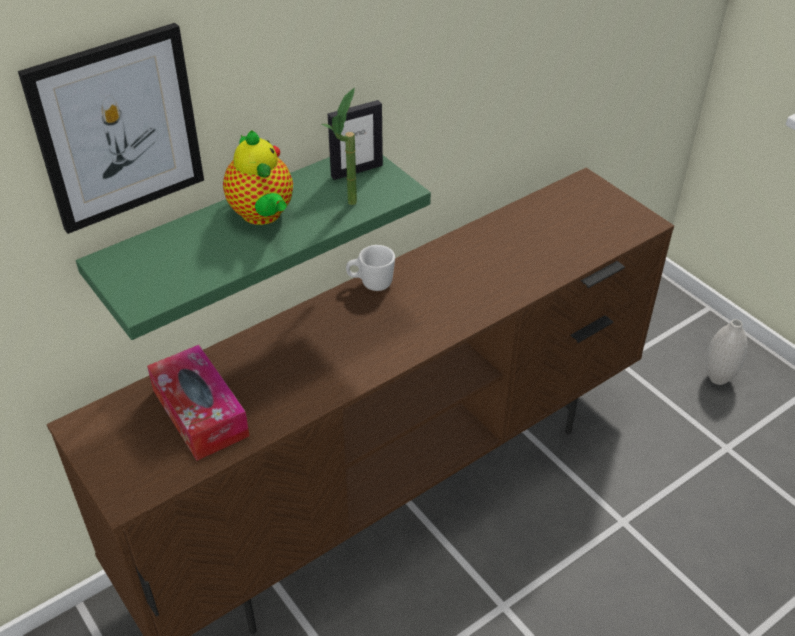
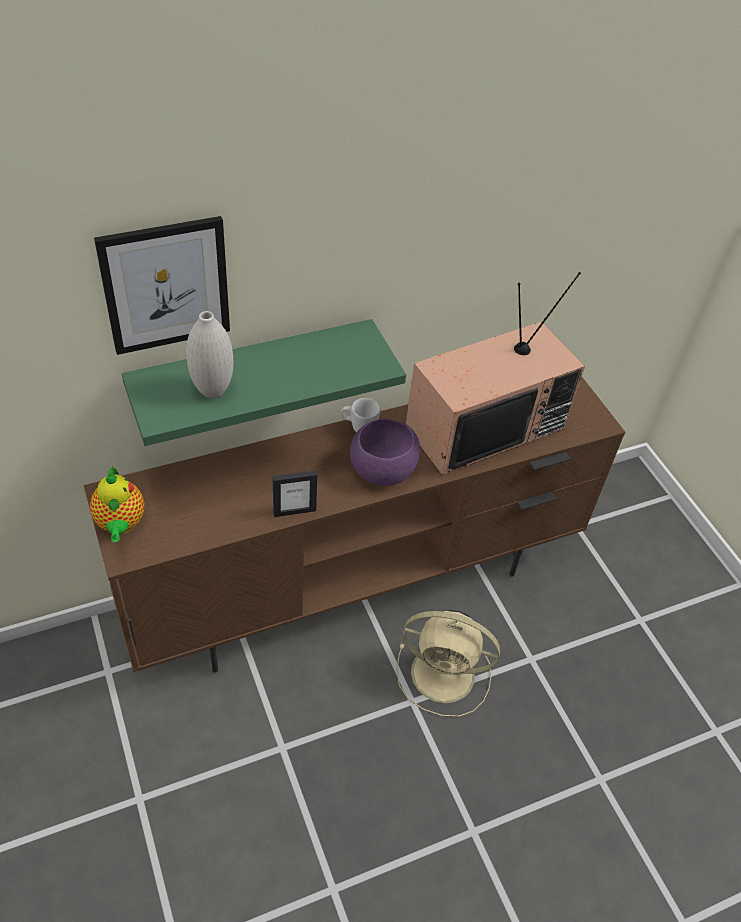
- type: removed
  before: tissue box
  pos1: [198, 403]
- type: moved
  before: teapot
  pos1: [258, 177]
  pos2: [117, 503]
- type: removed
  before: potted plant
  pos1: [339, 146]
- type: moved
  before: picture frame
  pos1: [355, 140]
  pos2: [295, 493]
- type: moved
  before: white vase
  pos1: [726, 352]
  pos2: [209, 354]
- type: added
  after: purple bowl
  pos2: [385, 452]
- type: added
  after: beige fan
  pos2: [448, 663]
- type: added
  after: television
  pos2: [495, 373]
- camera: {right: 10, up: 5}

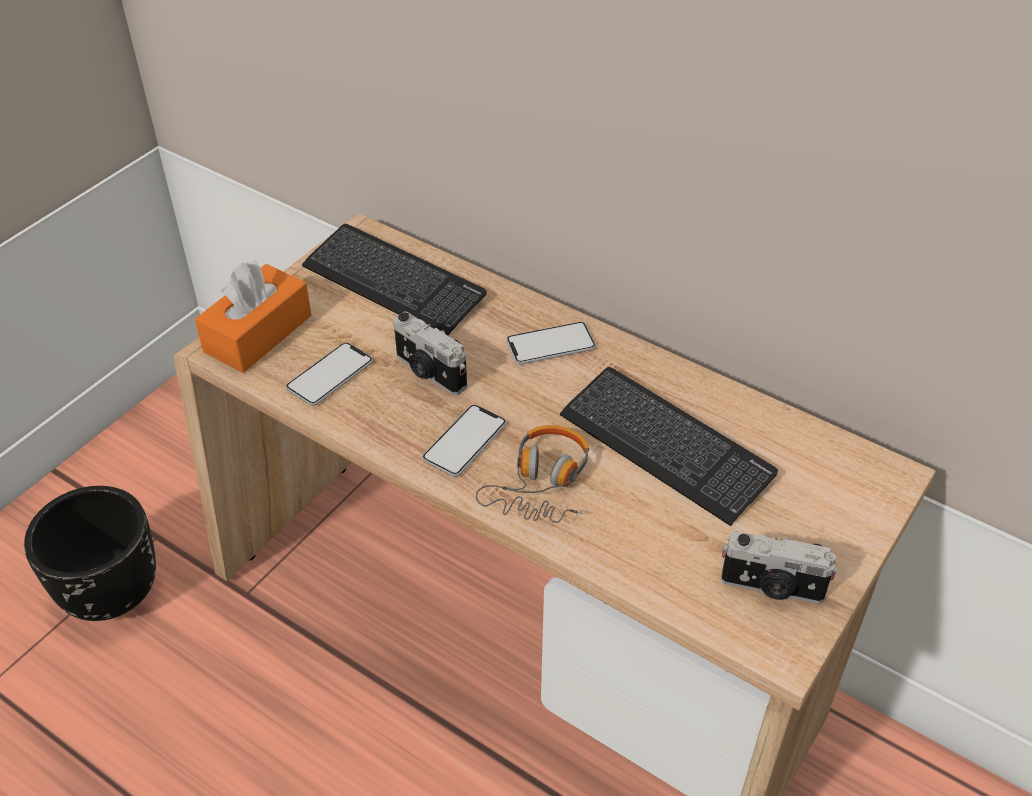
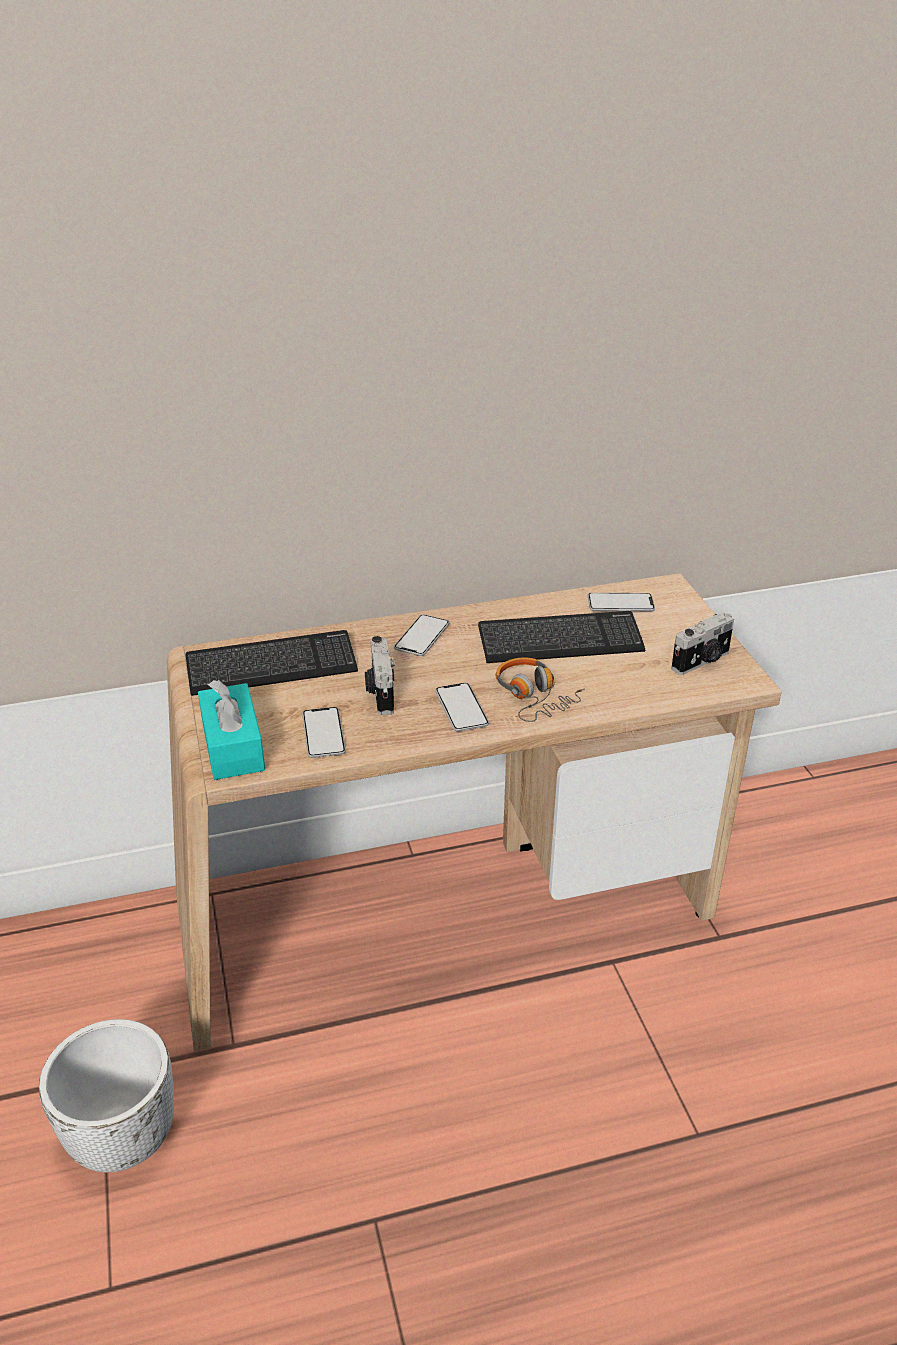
- type: recoloured
  before: black planter
  after: white planter
  pos1: [90, 553]
  pos2: [106, 1095]
- type: recoloured
  before: orange tissue box
  after: turquoise tissue box
  pos1: [253, 316]
  pos2: [231, 730]
- type: turned
  before: photo camera
  pos1: [430, 353]
  pos2: [380, 675]
  turn: 90
- type: added
  after: phone
  pos2: [621, 602]
- camera: {right: -50, up: -10}

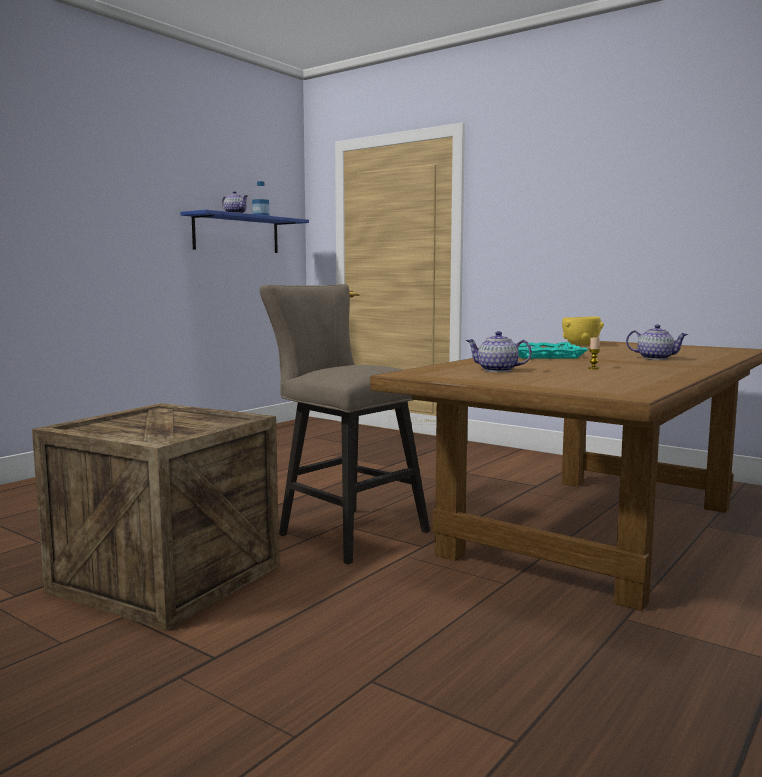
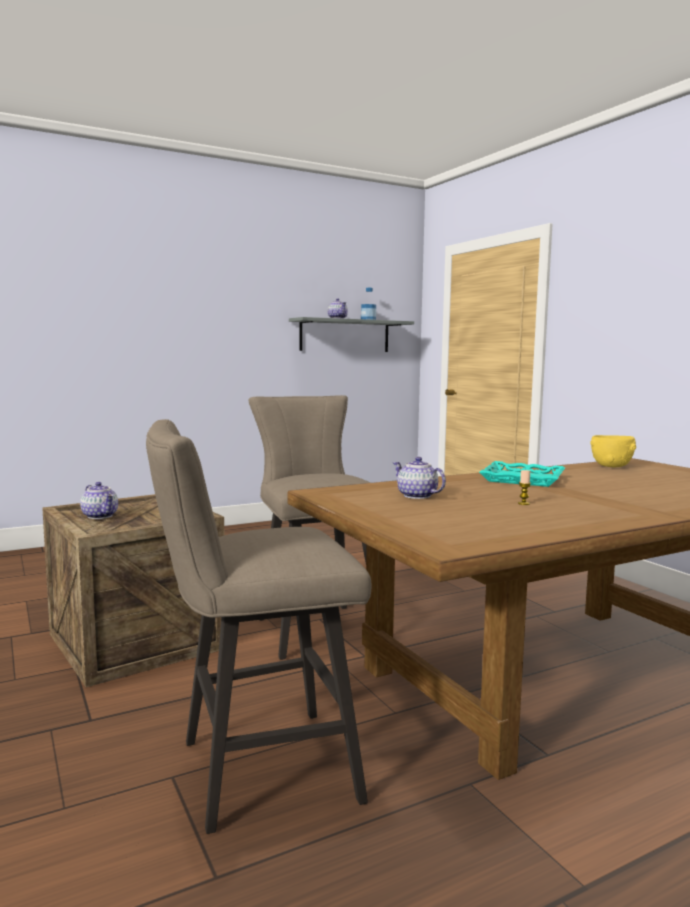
- type: recoloured
  before: blue shelf
  after: grey shelf
  pos1: [244, 231]
  pos2: [351, 334]
- type: moved
  before: teapot
  pos1: [657, 342]
  pos2: [99, 500]
- type: added
  after: beige stool
  pos2: [258, 626]
- camera: {right: 25, up: 0}

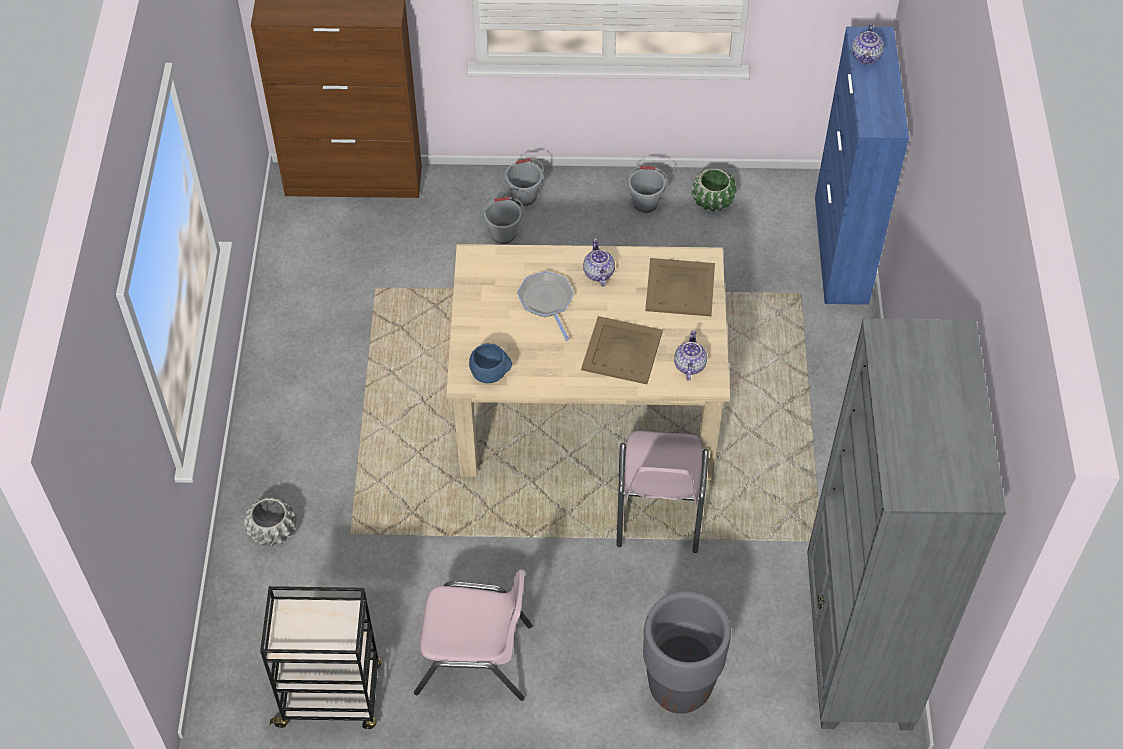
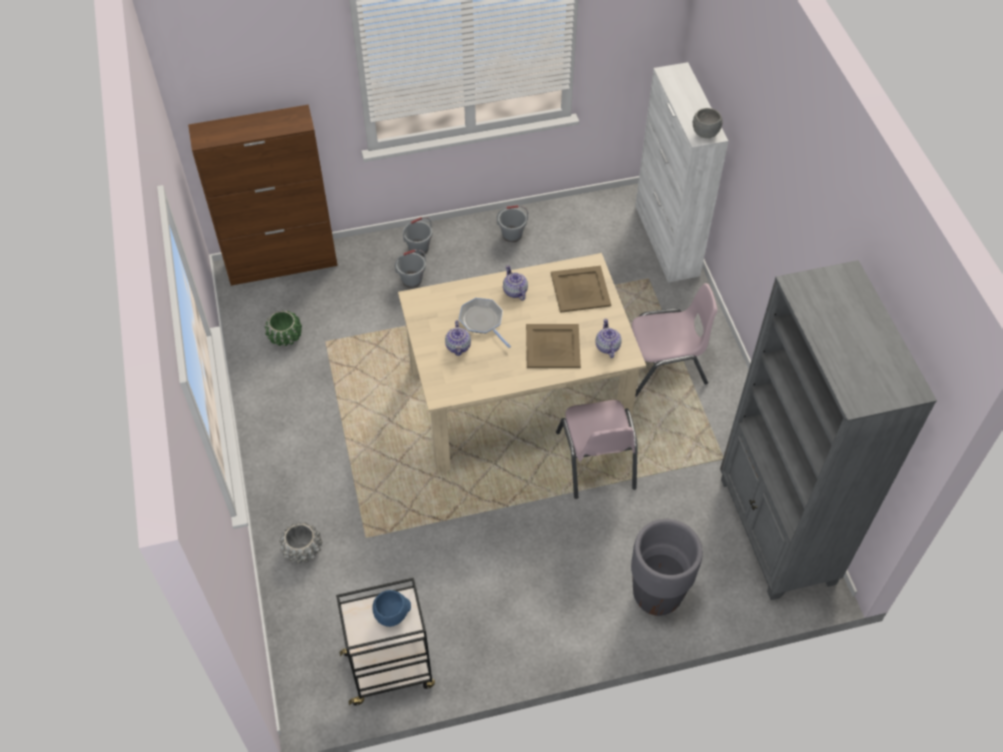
- type: moved
  before: pink chair
  pos1: [473, 635]
  pos2: [674, 340]
- type: moved
  before: blue bowl
  pos1: [490, 363]
  pos2: [391, 608]
- type: moved
  before: green planter
  pos1: [714, 189]
  pos2: [283, 328]
- type: recoloured
  before: blue cabinet
  after: white cabinet
  pos1: [862, 166]
  pos2: [681, 172]
- type: moved
  before: teapot
  pos1: [868, 44]
  pos2: [458, 338]
- type: added
  after: grey bowl
  pos2: [708, 123]
- camera: {right: -15, up: 0}

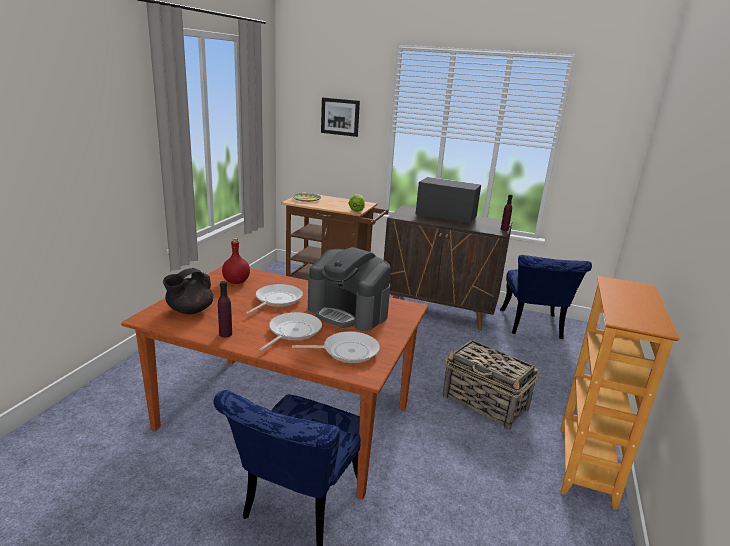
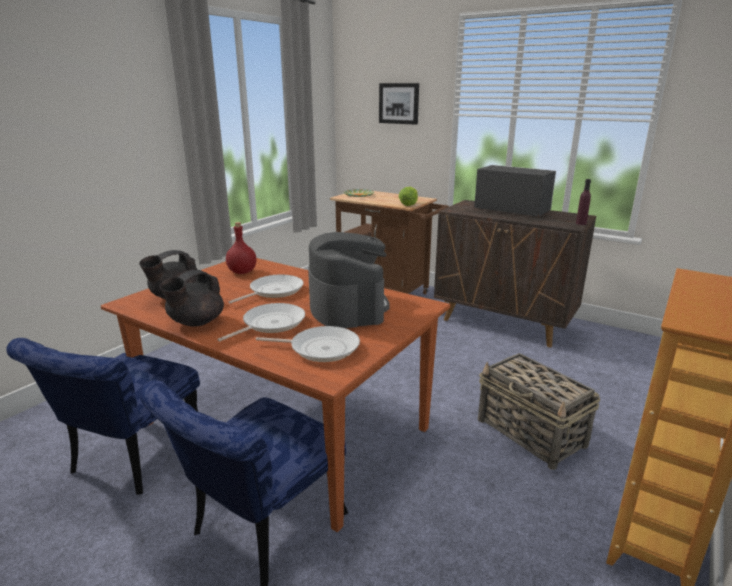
- type: replaced
  before: purple bottle
  after: black teapot
  pos1: [225, 309]
  pos2: [191, 298]
- type: turned
  before: coffee machine
  pos1: [349, 289]
  pos2: [349, 280]
  turn: -150
- type: moved
  before: blue chair
  pos1: [546, 297]
  pos2: [103, 416]
- camera: {right: 15, up: 0}

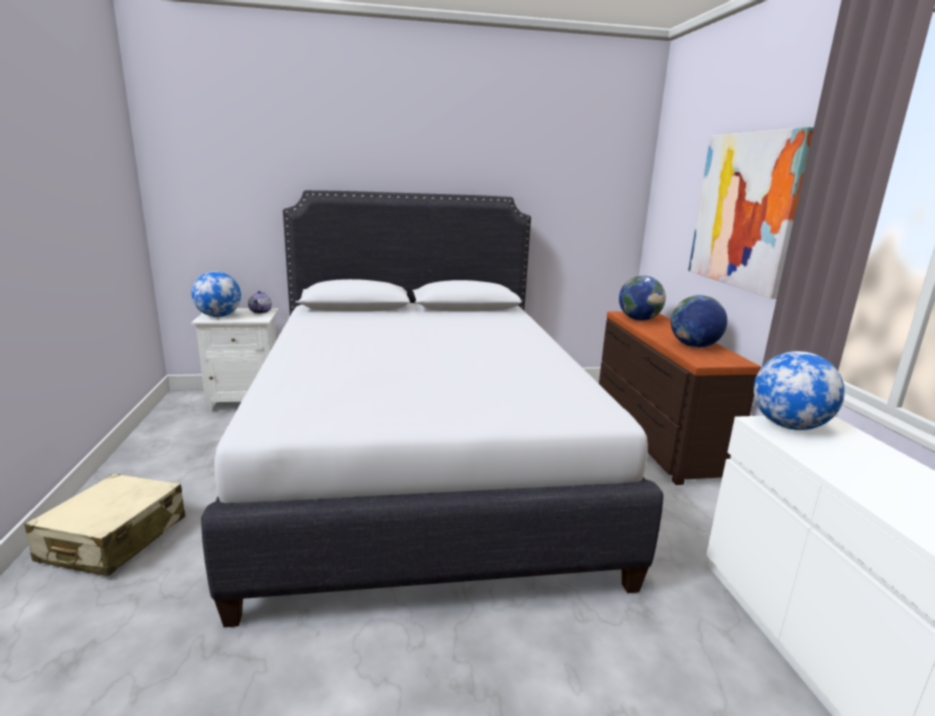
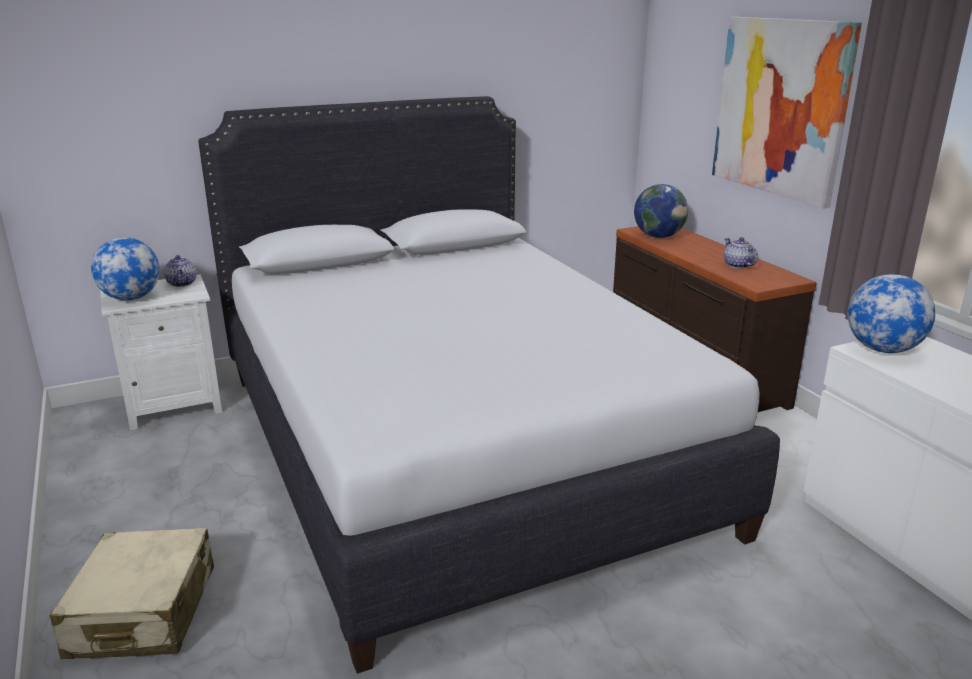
- type: replaced
  before: globe
  after: teapot
  pos1: [699, 321]
  pos2: [741, 253]
- camera: {right: -15, up: 5}

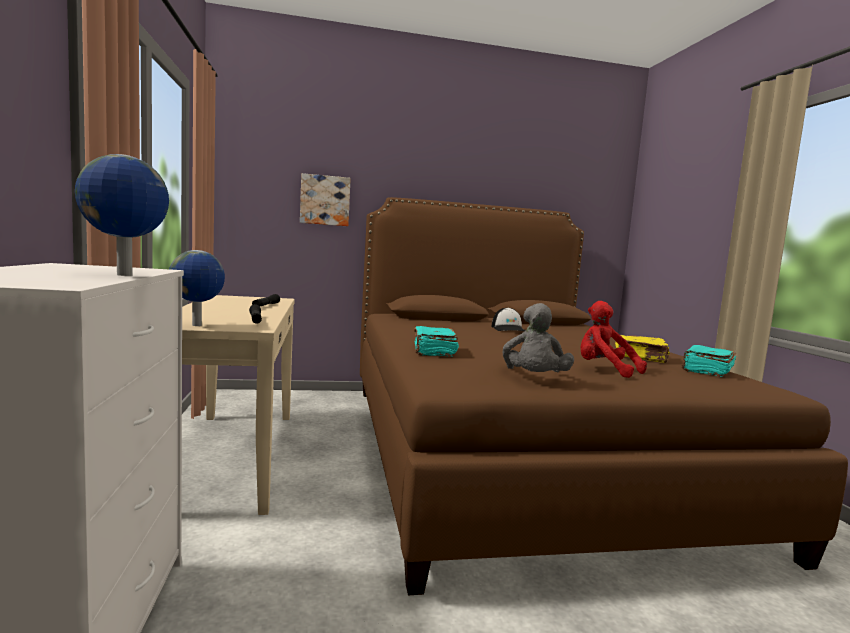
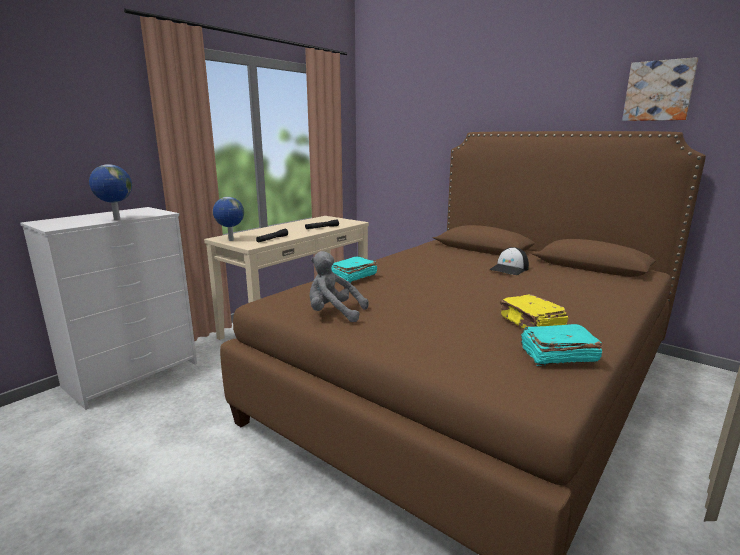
- type: moved
  before: picture
  pos1: [325, 199]
  pos2: [660, 89]
- type: turned
  before: grey plush toy
  pos1: [538, 337]
  pos2: [339, 286]
  turn: 45
- type: removed
  before: red plush toy
  pos1: [614, 339]
- camera: {right: 50, up: 10}

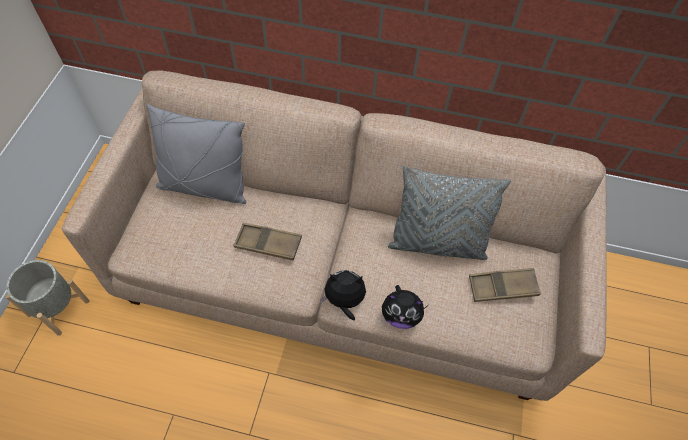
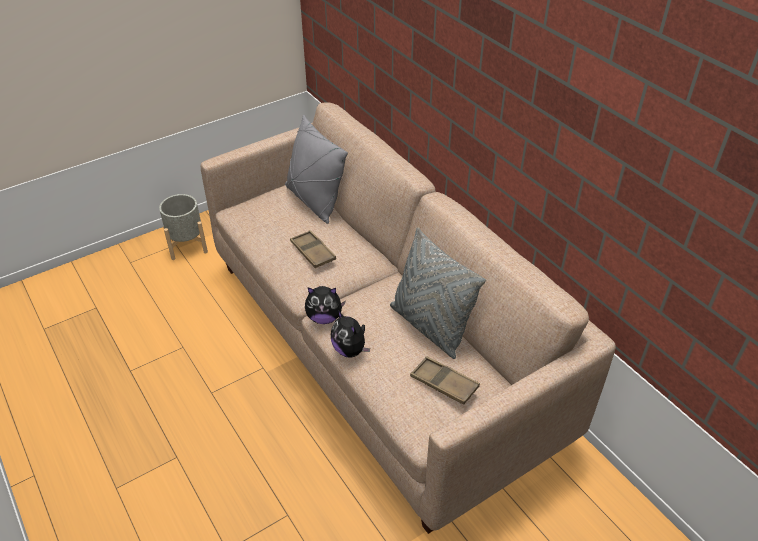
- type: turned
  before: plush toy
  pos1: [343, 295]
  pos2: [325, 305]
  turn: 135
- camera: {right: 45, up: -15}

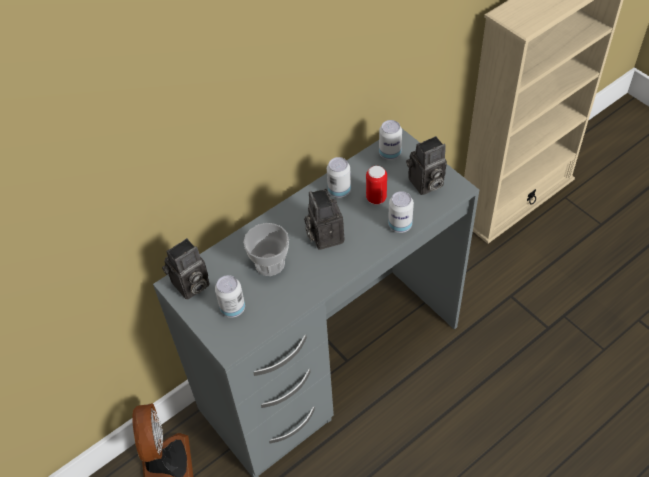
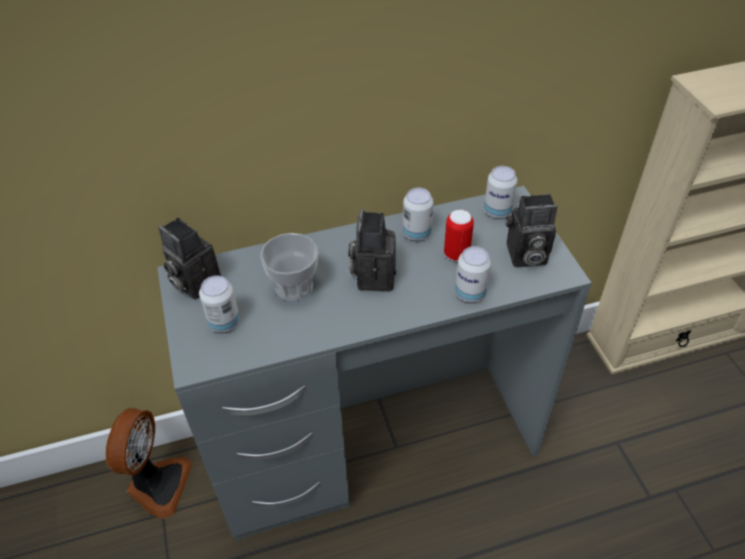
- type: turned
  before: photo camera
  pos1: [186, 269]
  pos2: [189, 259]
  turn: 60
- camera: {right: 20, up: -5}

